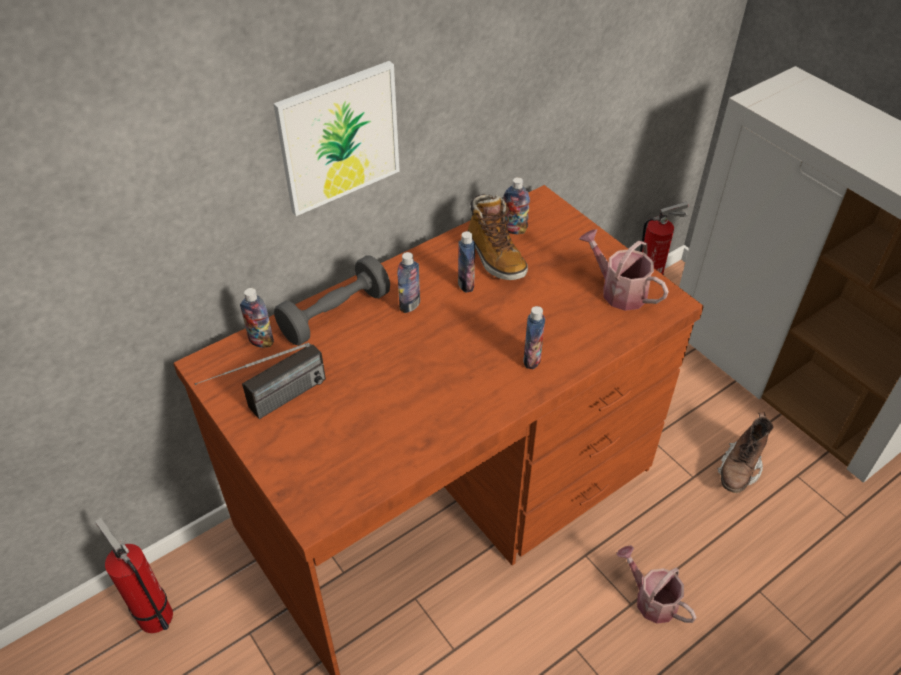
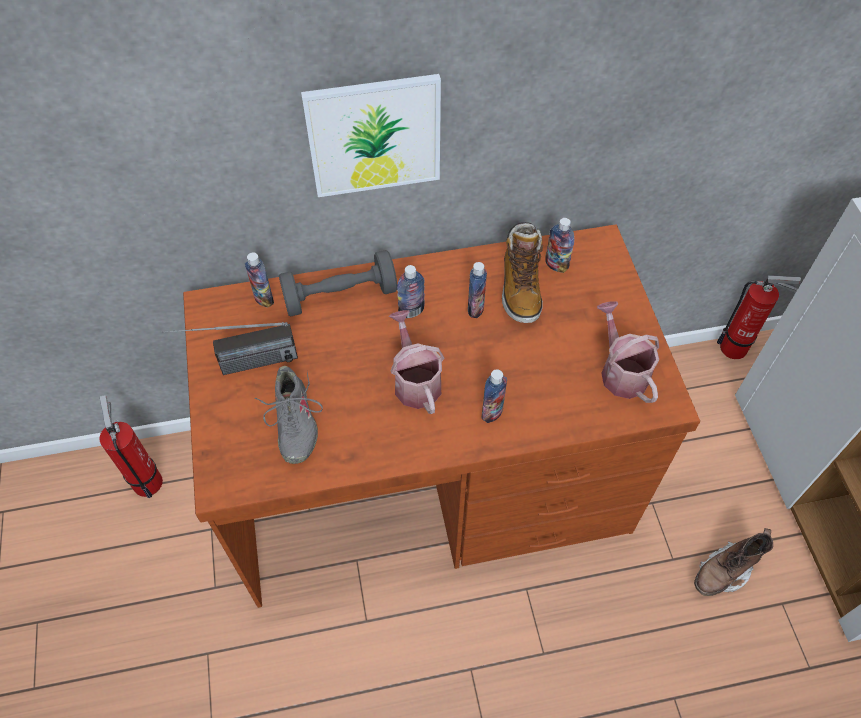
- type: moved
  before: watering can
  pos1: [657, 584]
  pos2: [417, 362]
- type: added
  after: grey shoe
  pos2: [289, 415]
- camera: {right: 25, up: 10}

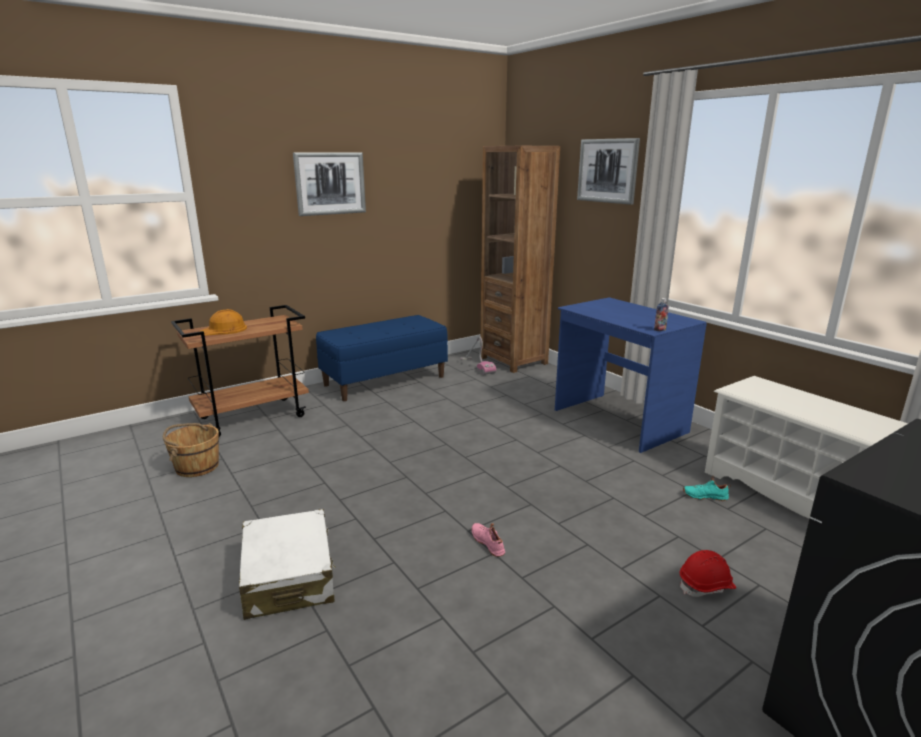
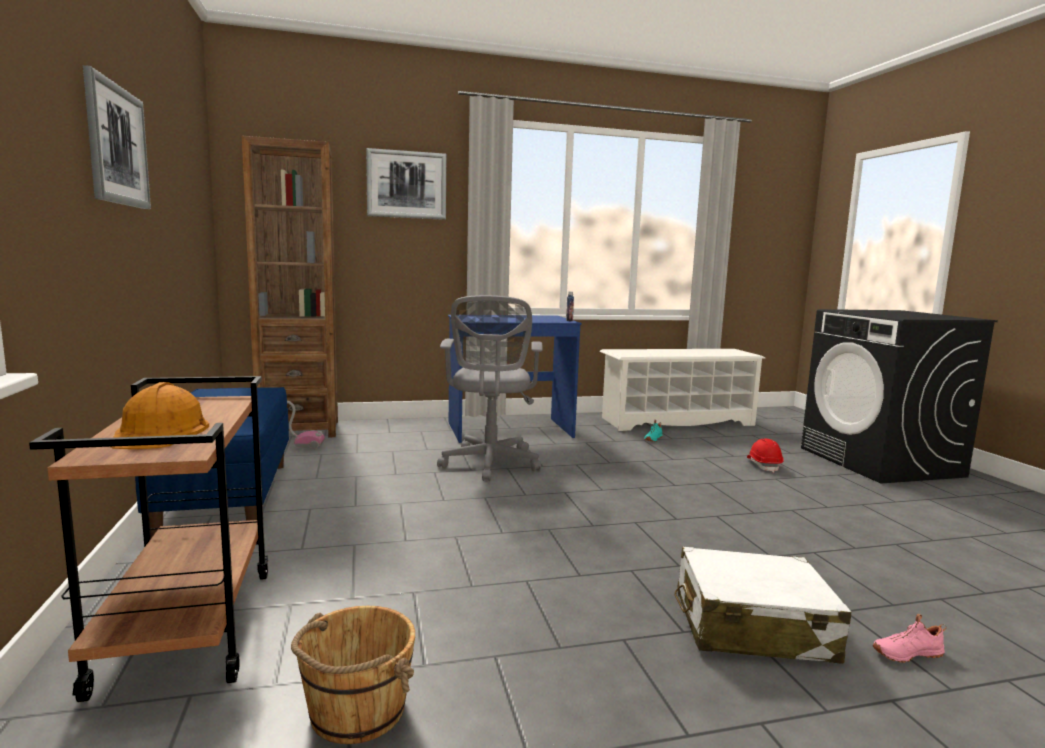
- type: moved
  before: pink shoe
  pos1: [488, 540]
  pos2: [909, 638]
- type: added
  after: grey office chair
  pos2: [489, 388]
- camera: {right: -70, up: -10}

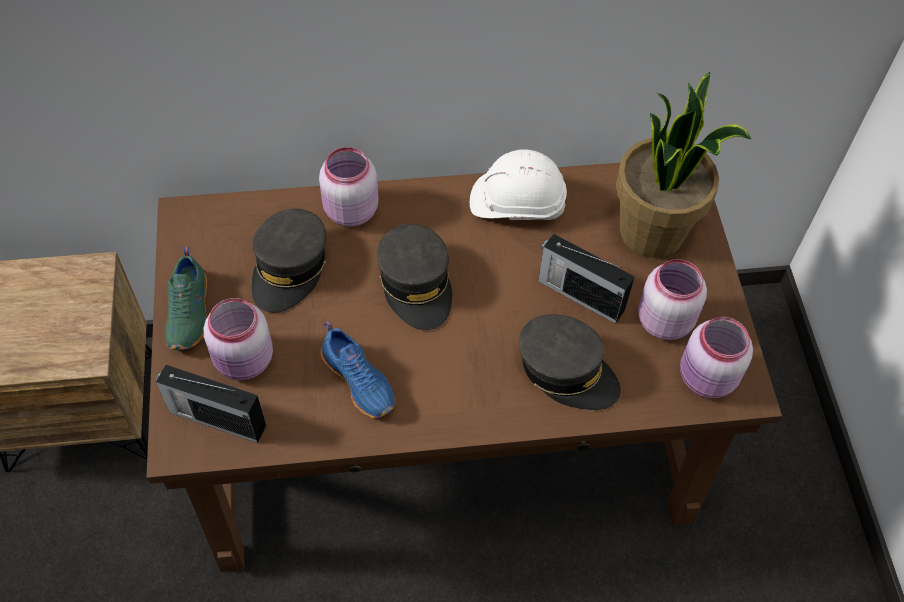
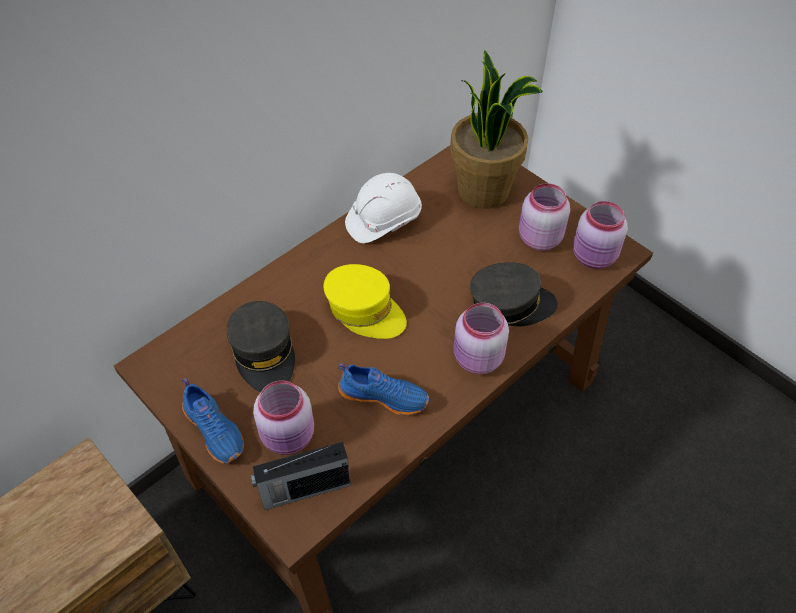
- type: recoloured
  before: green shoe
  after: blue shoe
  pos1: [186, 298]
  pos2: [213, 421]
- type: moved
  before: pink jar
  pos1: [348, 187]
  pos2: [481, 338]
- type: recoloured
  before: grey cap
  after: yellow cap
  pos1: [414, 277]
  pos2: [365, 301]
- type: removed
  before: radio
  pos1: [586, 279]
- camera: {right: -35, up: -5}

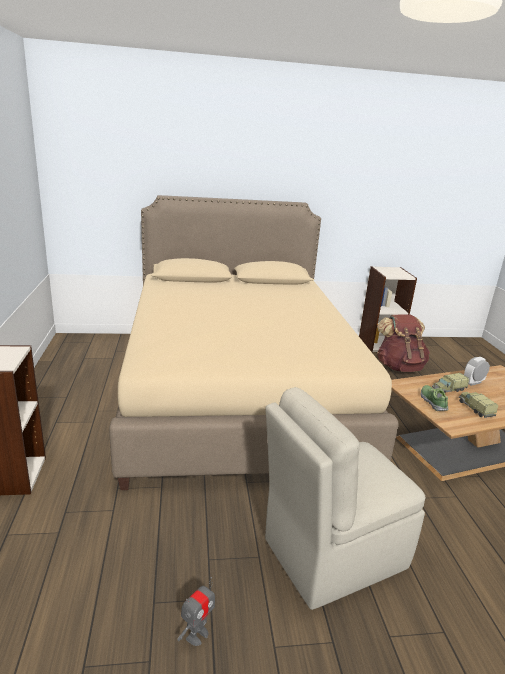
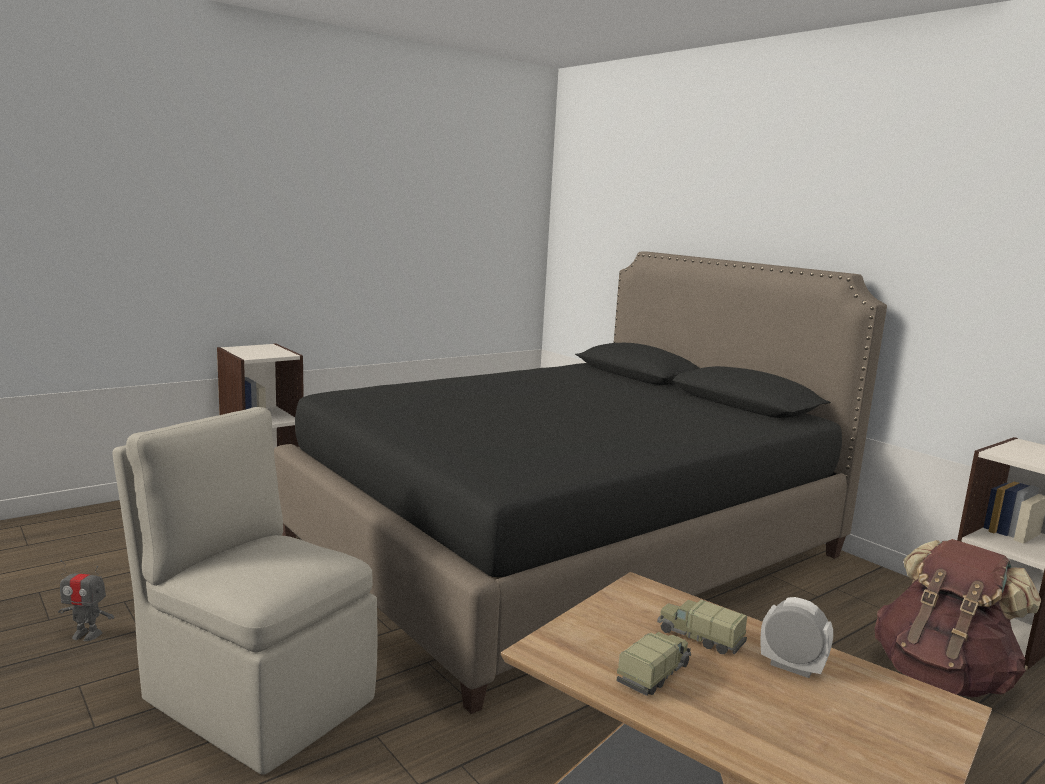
- type: recoloured
  before: beige bed
  after: black bed
  pos1: [254, 342]
  pos2: [580, 482]
- type: removed
  before: shoe
  pos1: [435, 398]
- camera: {right: 60, up: -10}

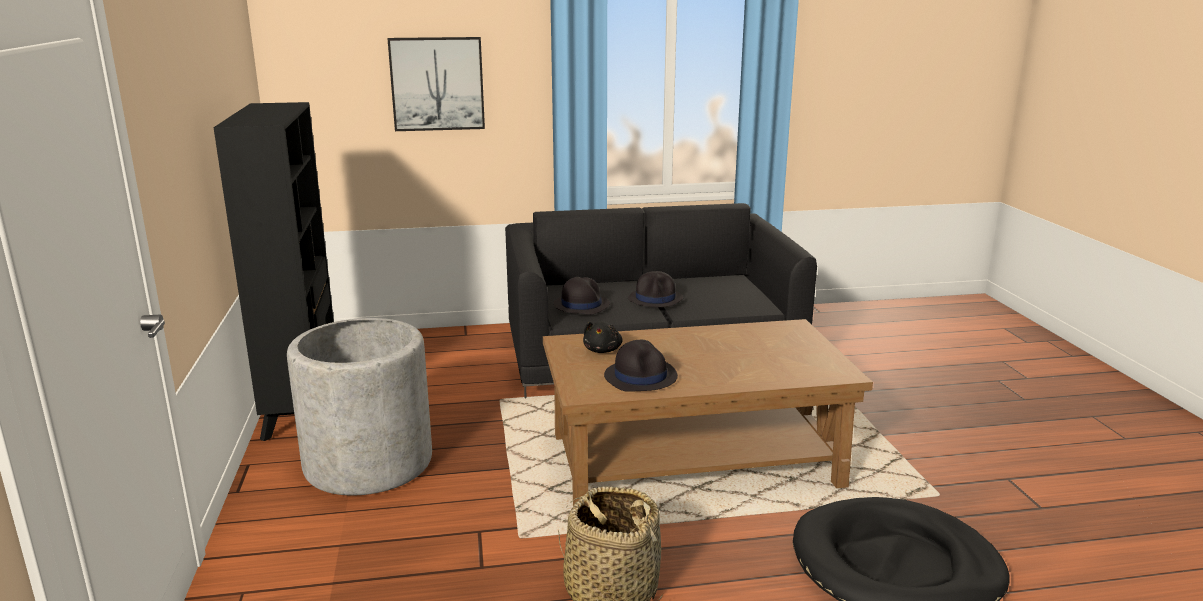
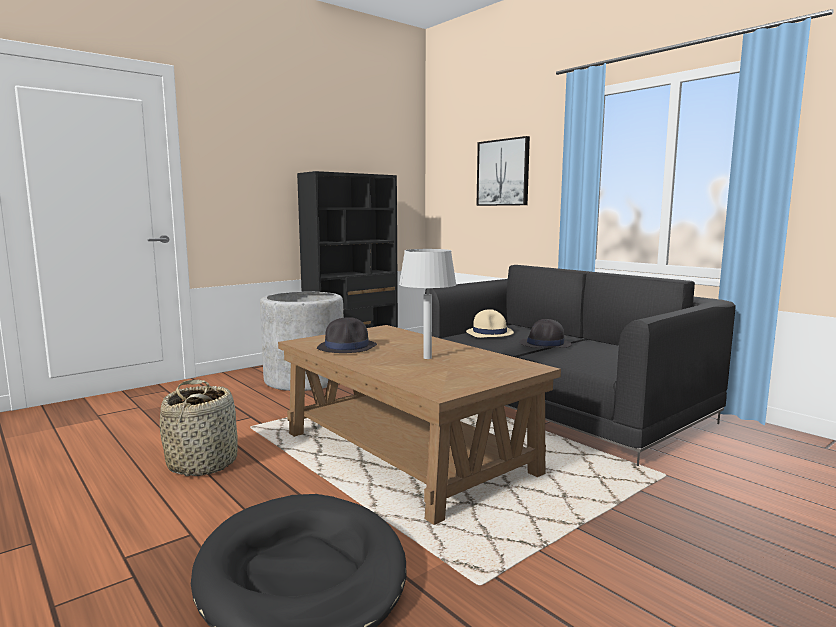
- type: recoloured
  before: black hat
  after: beige hat
  pos1: [581, 296]
  pos2: [490, 323]
- type: removed
  before: black plush toy
  pos1: [603, 337]
- type: added
  after: grey table lamp
  pos2: [428, 304]
- camera: {right: 60, up: -10}

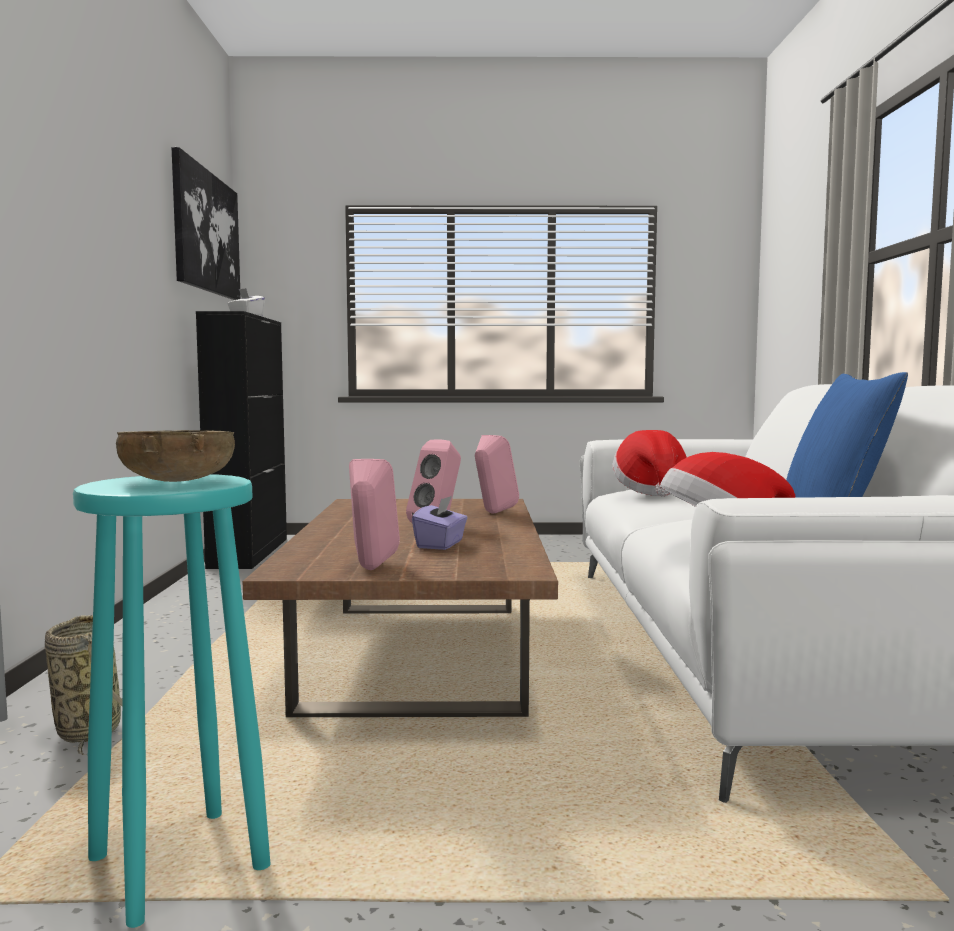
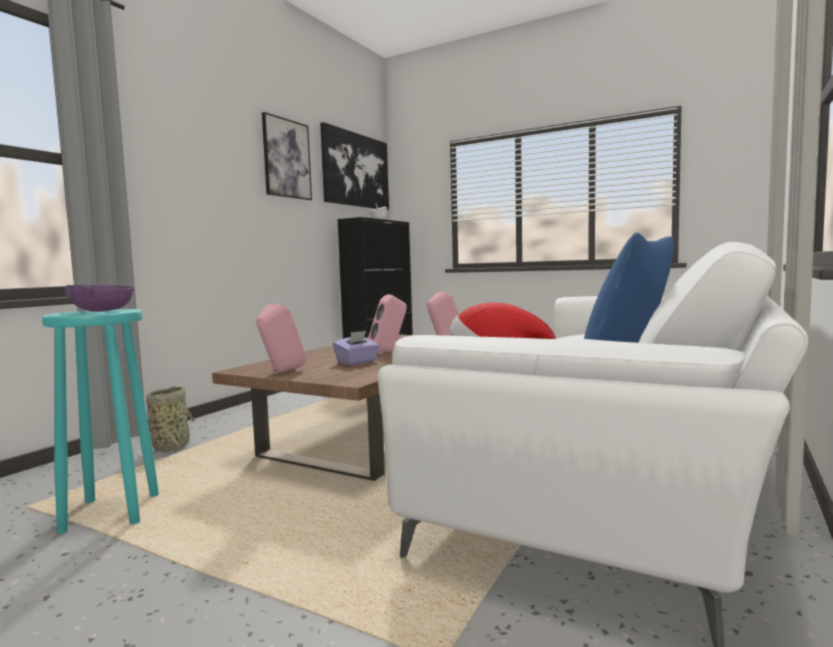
- type: recoloured
  before: brown bowl
  after: purple bowl
  pos1: [175, 456]
  pos2: [99, 298]
- type: removed
  before: hat
  pos1: [649, 463]
- type: added
  after: picture
  pos2: [287, 156]
- camera: {right: 30, up: 0}

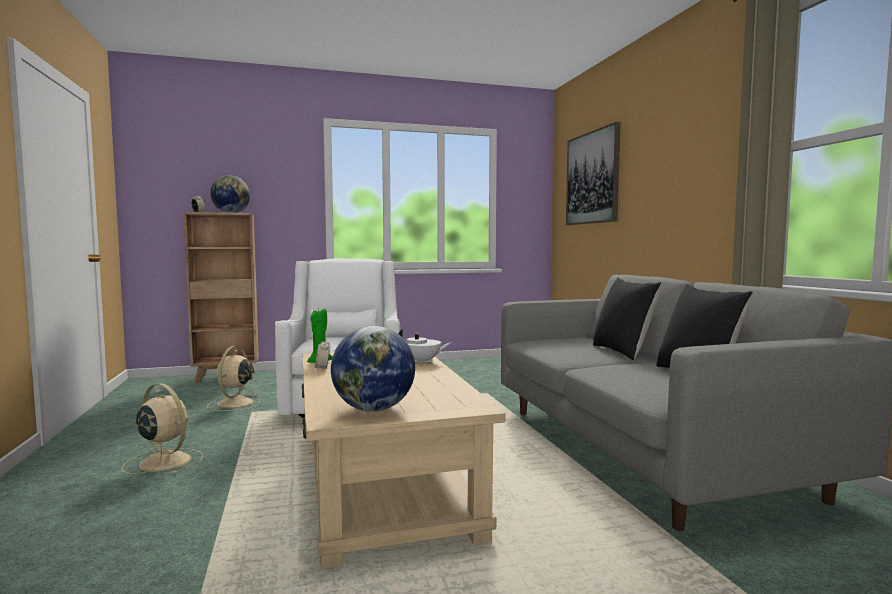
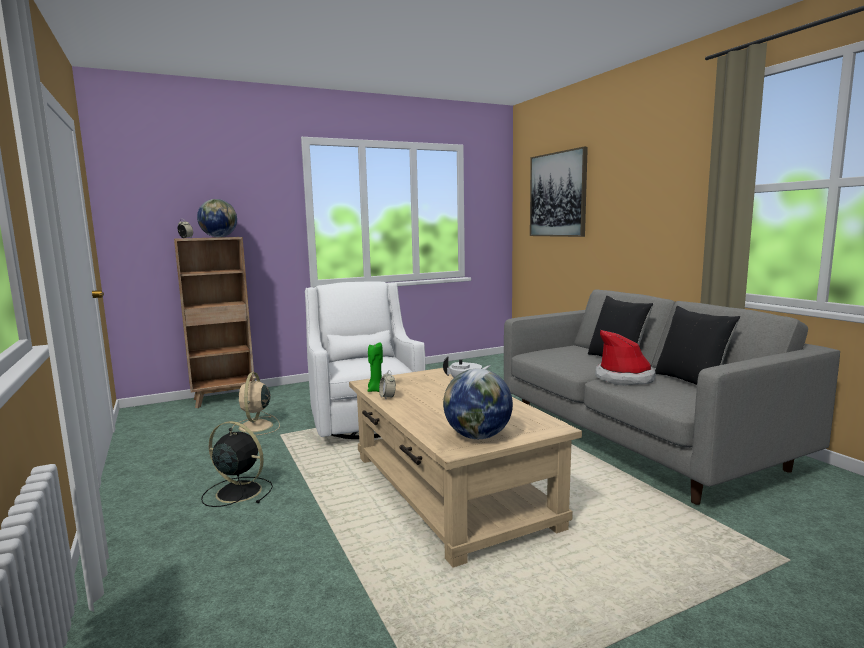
- type: recoloured
  before: beige fan
  after: black fan
  pos1: [162, 429]
  pos2: [237, 464]
- type: added
  after: hat
  pos2: [625, 358]
- camera: {right: -10, up: 5}

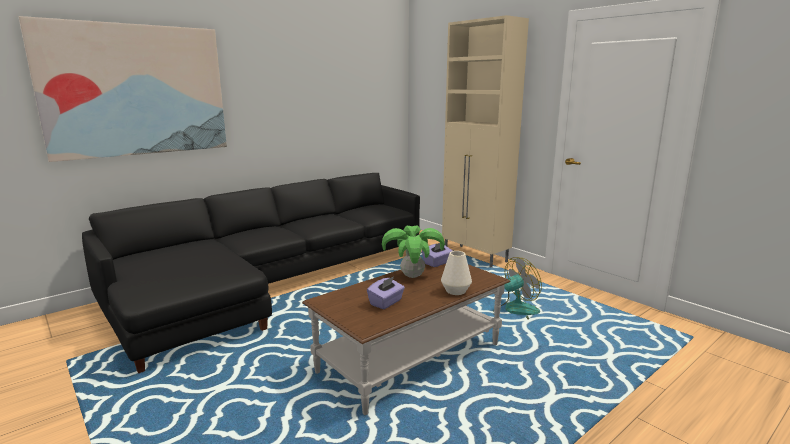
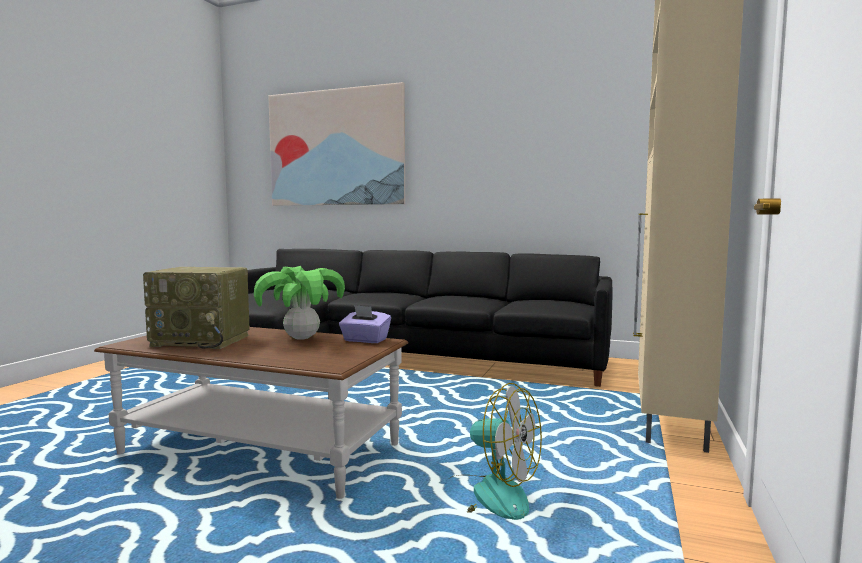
- type: replaced
  before: purple tissue box
  after: radio
  pos1: [386, 293]
  pos2: [196, 308]
- type: removed
  before: white vase
  pos1: [456, 273]
- camera: {right: 60, up: -10}

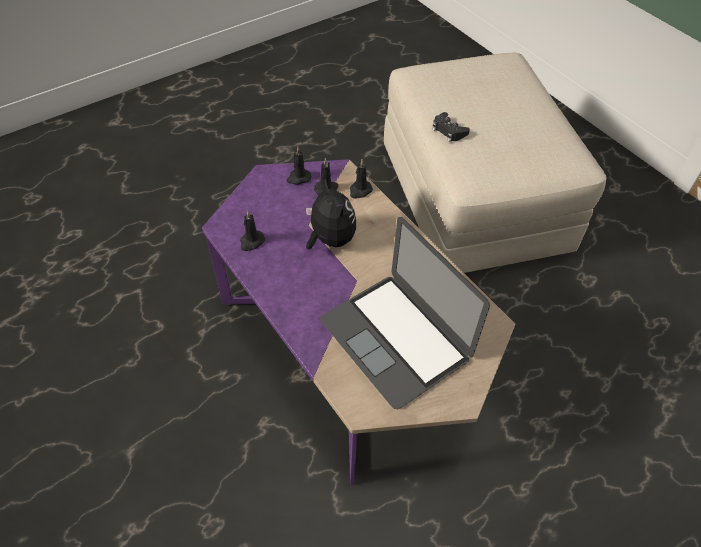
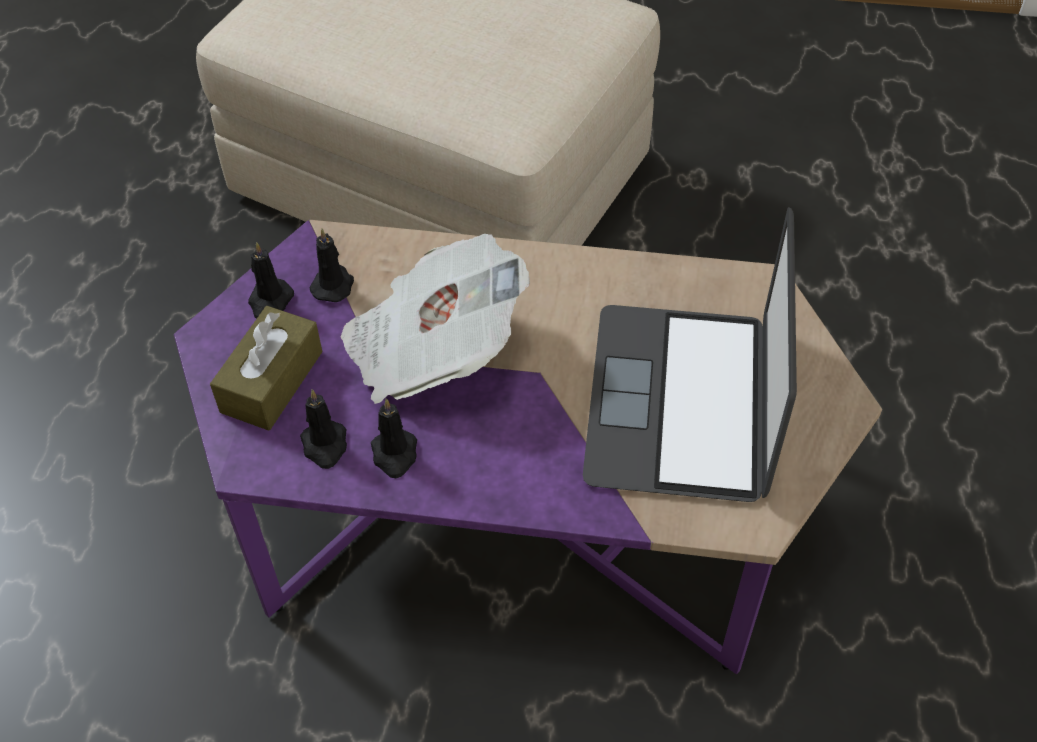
- type: replaced
  before: plush toy
  after: newspaper
  pos1: [331, 214]
  pos2: [435, 319]
- type: turned
  before: laptop
  pos1: [405, 313]
  pos2: [690, 354]
  turn: 90
- type: moved
  before: black candle
  pos1: [361, 179]
  pos2: [394, 438]
- type: removed
  before: black game controller
  pos1: [451, 127]
- type: added
  after: brown tissue box
  pos2: [266, 368]
- camera: {right: -45, up: 0}

